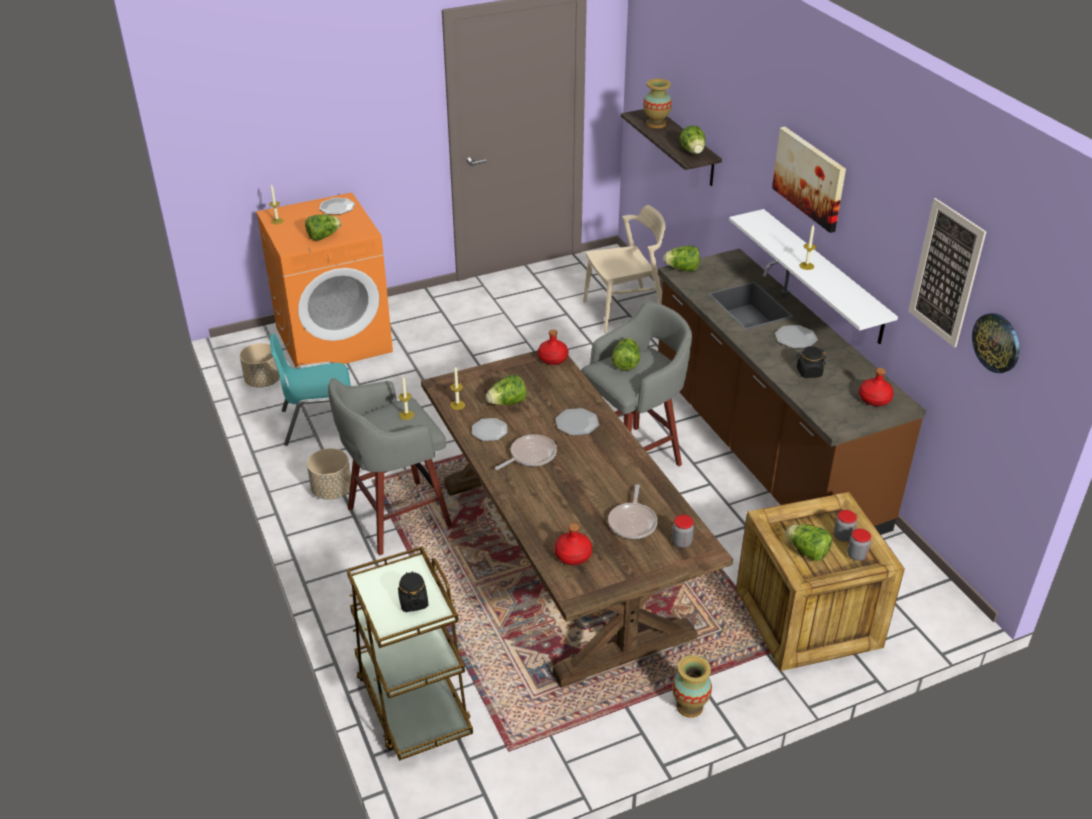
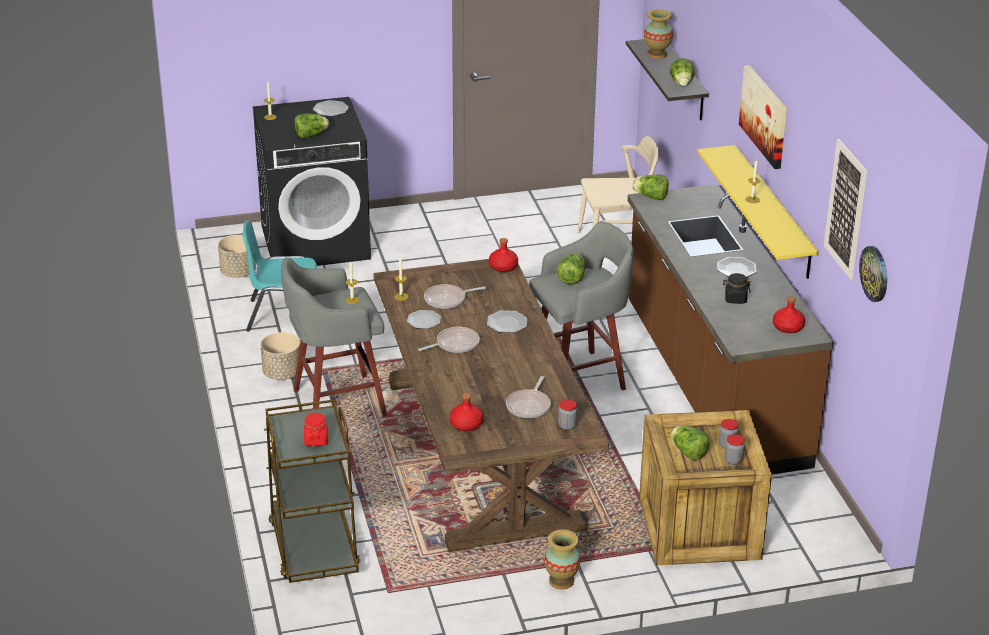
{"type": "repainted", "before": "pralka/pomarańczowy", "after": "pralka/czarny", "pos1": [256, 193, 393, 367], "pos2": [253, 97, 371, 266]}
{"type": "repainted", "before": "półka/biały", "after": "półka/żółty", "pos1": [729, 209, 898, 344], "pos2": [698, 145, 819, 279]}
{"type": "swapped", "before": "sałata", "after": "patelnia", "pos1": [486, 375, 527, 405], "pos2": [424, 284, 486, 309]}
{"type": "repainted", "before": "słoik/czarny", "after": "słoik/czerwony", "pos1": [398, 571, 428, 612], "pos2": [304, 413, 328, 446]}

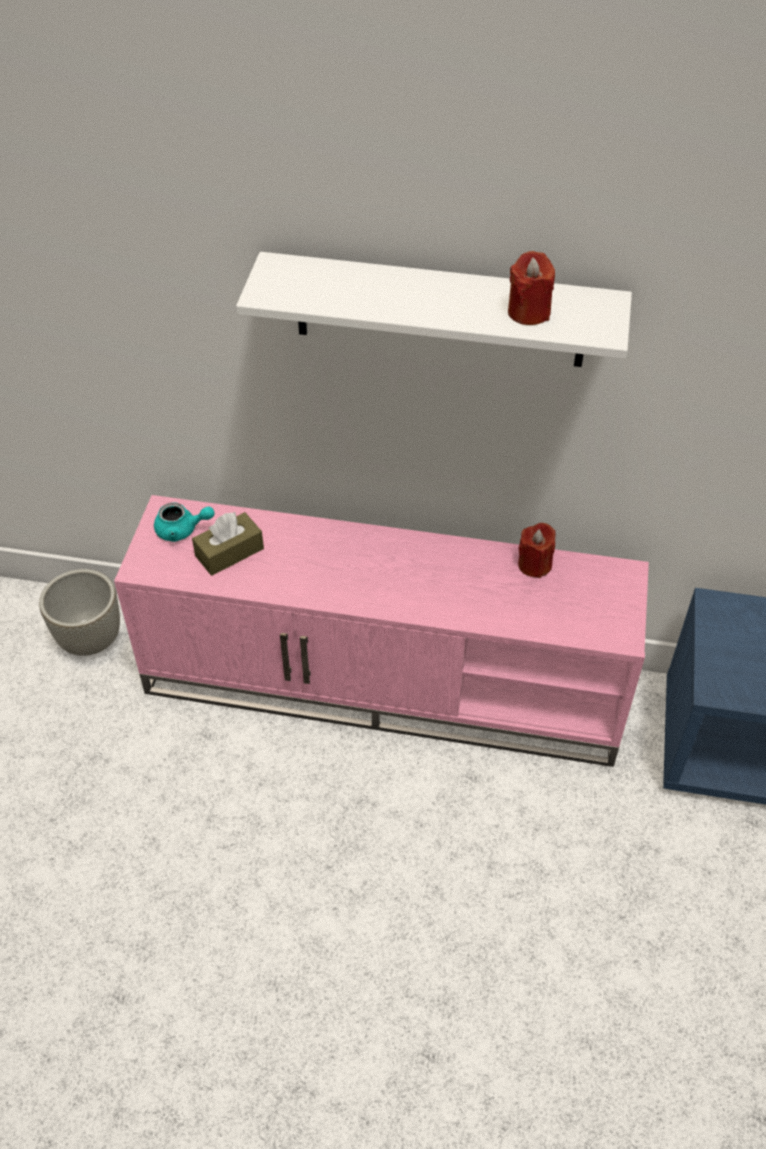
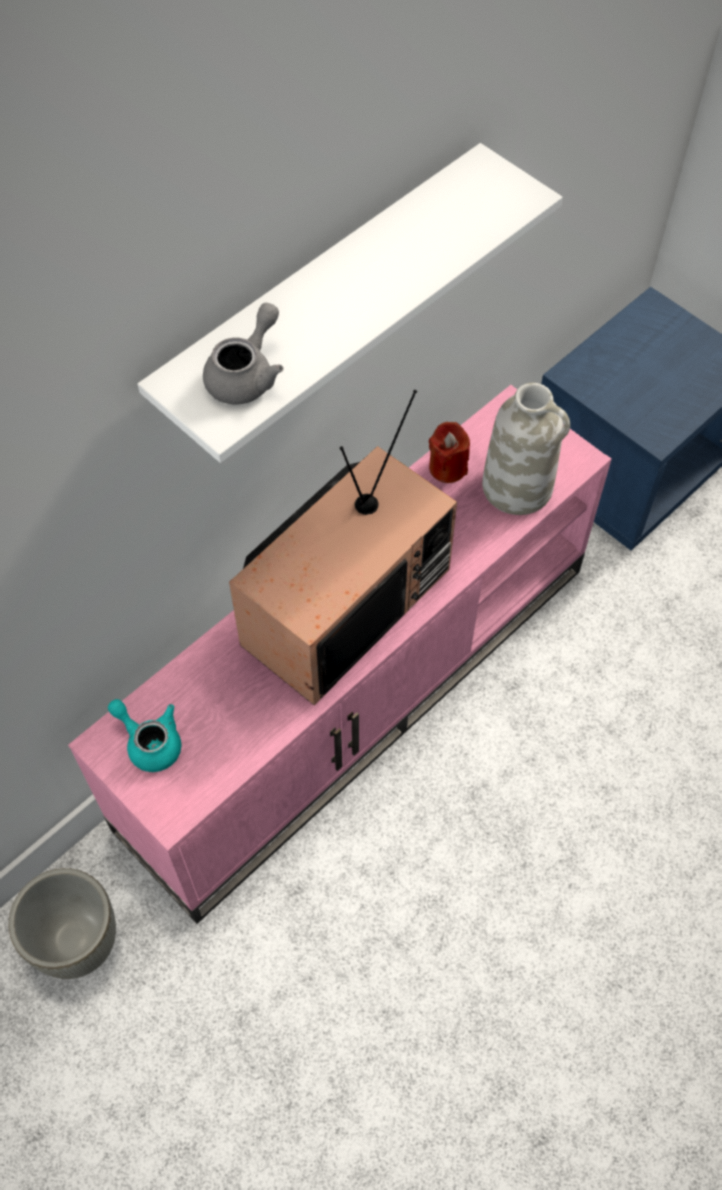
{"type": "gone", "before": "świeca/czerwony", "pos1": [508, 251, 555, 325]}
{"type": "rotated", "before": "imbryk/turkusowy", "pos1": [154, 502, 214, 542], "pos2": [108, 699, 181, 772], "turn": -90}
{"type": "gone", "before": "pudełko chusteczek/brązowy", "pos1": [192, 512, 264, 576]}
{"type": "new", "after": "imbryk/szary", "pos2": [203, 303, 284, 405]}
{"type": "new", "after": "wazon/biały", "pos2": [482, 383, 570, 515]}
{"type": "new", "after": "telewizor", "pos2": [229, 390, 457, 705]}

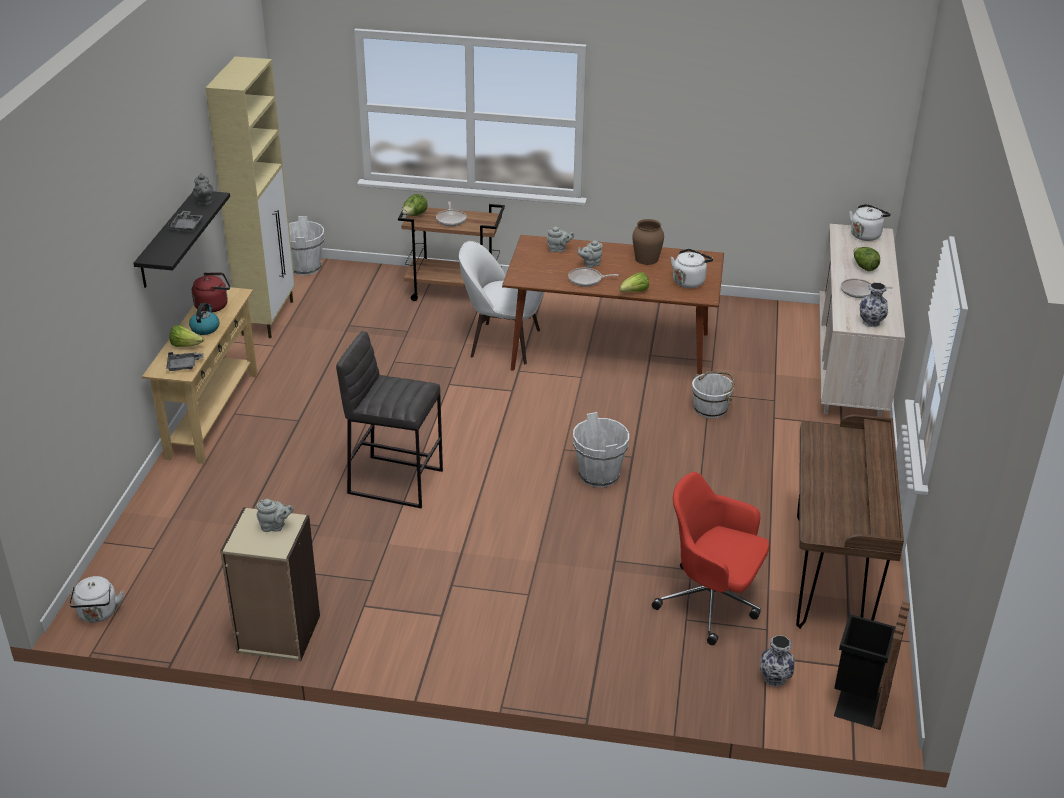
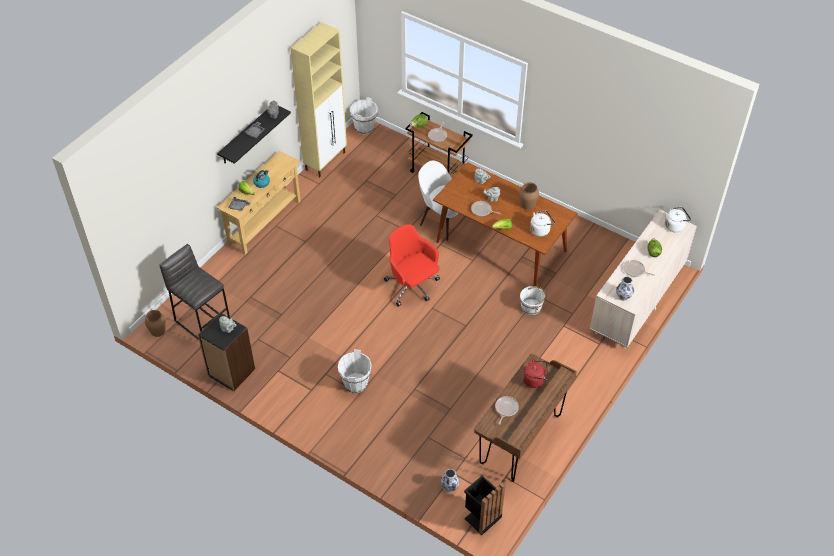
{"type": "shifted", "before": "czajnik/czerwony", "pos1": [192, 273, 230, 312], "pos2": [522, 359, 548, 388]}
{"type": "shifted", "before": "stołek/szary", "pos1": [336, 331, 443, 508], "pos2": [159, 244, 230, 340]}
{"type": "shifted", "before": "wiadro/biały", "pos1": [573, 412, 629, 487], "pos2": [338, 349, 372, 393]}
{"type": "shifted", "before": "krzesło biurowe/czerwony", "pos1": [652, 472, 769, 645], "pos2": [384, 224, 440, 307]}
{"type": "repainted", "before": "regał/beżowy", "after": "regał/czarny", "pos1": [220, 507, 320, 661], "pos2": [198, 312, 255, 391]}
{"type": "swapped", "before": "czajnik/biały", "after": "wazon/brązowy", "pos1": [69, 576, 124, 623], "pos2": [145, 310, 166, 337]}
{"type": "new", "after": "patelnia", "pos2": [495, 396, 519, 425]}

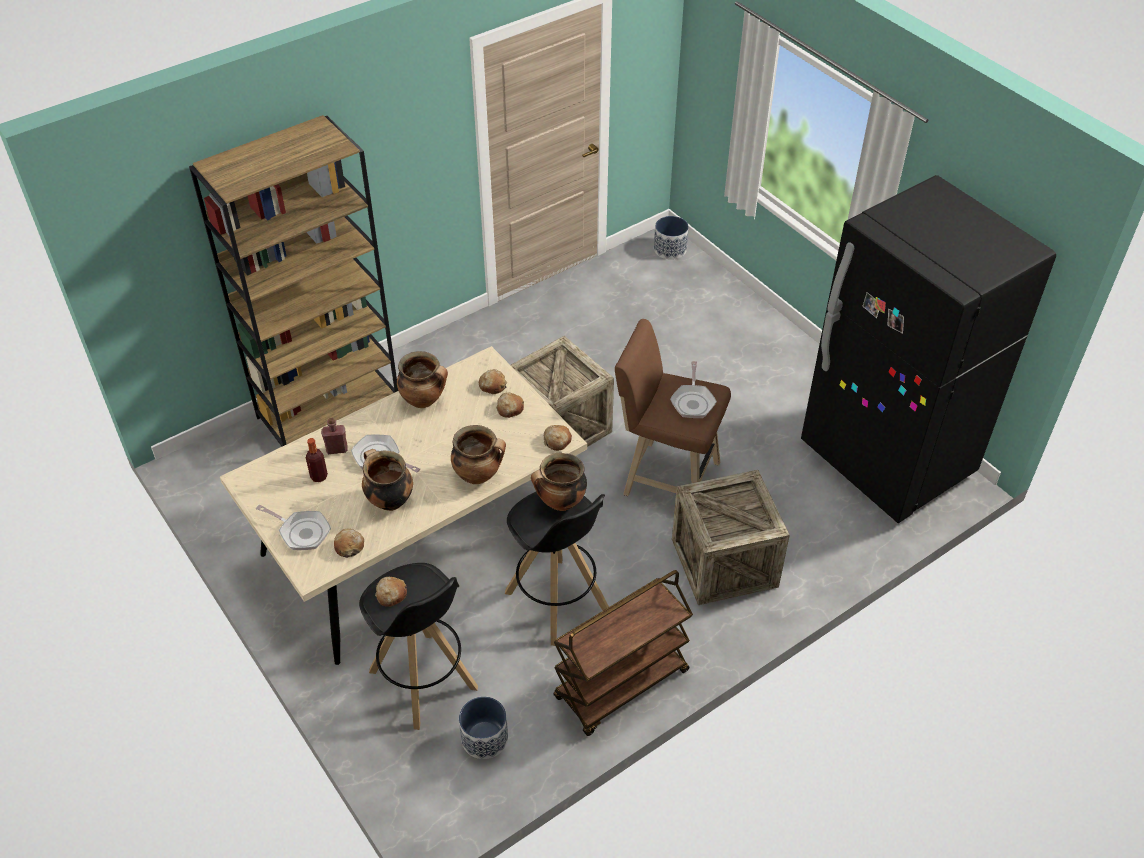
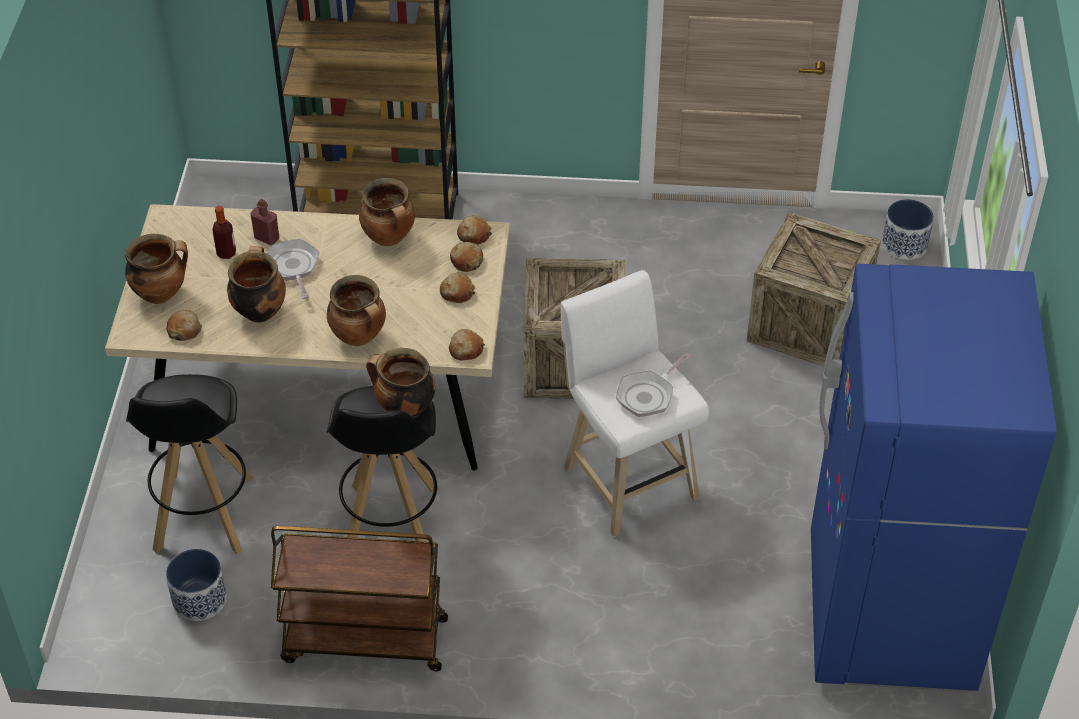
{"type": "repainted", "before": "lodówka/czarny", "after": "lodówka/niebieski", "pos1": [801, 175, 1056, 523], "pos2": [811, 263, 1056, 692]}
{"type": "repainted", "before": "stołek/brązowy", "after": "stołek/biały", "pos1": [615, 319, 731, 496], "pos2": [560, 270, 709, 537]}
{"type": "shifted", "before": "skrzynka", "pos1": [672, 470, 790, 605], "pos2": [747, 212, 881, 367]}
{"type": "swapped", "before": "patelnia", "after": "garnek", "pos1": [256, 504, 331, 550], "pos2": [125, 234, 188, 304]}
{"type": "shifted", "before": "chleb", "pos1": [375, 577, 407, 607], "pos2": [457, 215, 492, 245]}

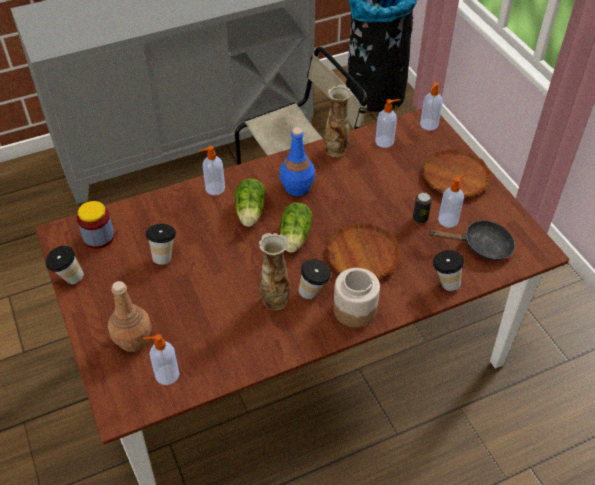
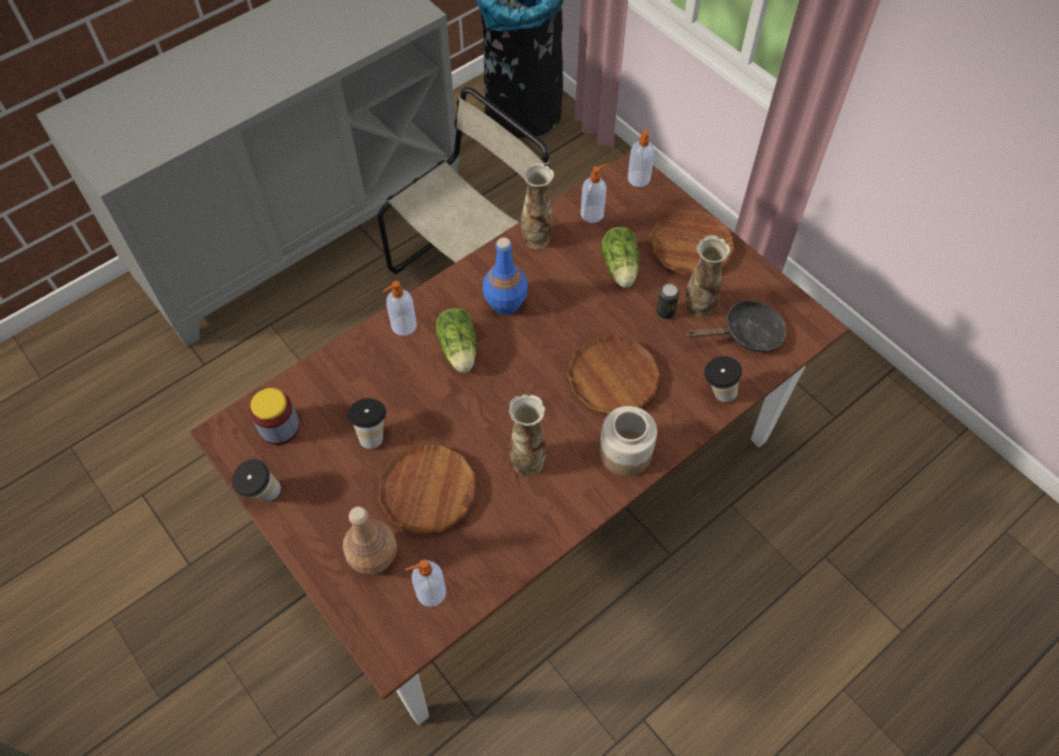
{"type": "swapped", "before": "dozownik mydła", "after": "wazon", "pos1": [438, 174, 466, 228], "pos2": [685, 235, 730, 318]}
{"type": "shifted", "before": "sałata", "pos1": [280, 203, 313, 253], "pos2": [601, 227, 639, 288]}
{"type": "gone", "before": "filiżanka", "pos1": [299, 259, 331, 299]}
{"type": "new", "after": "talerz/brązowy", "pos2": [378, 444, 476, 534]}

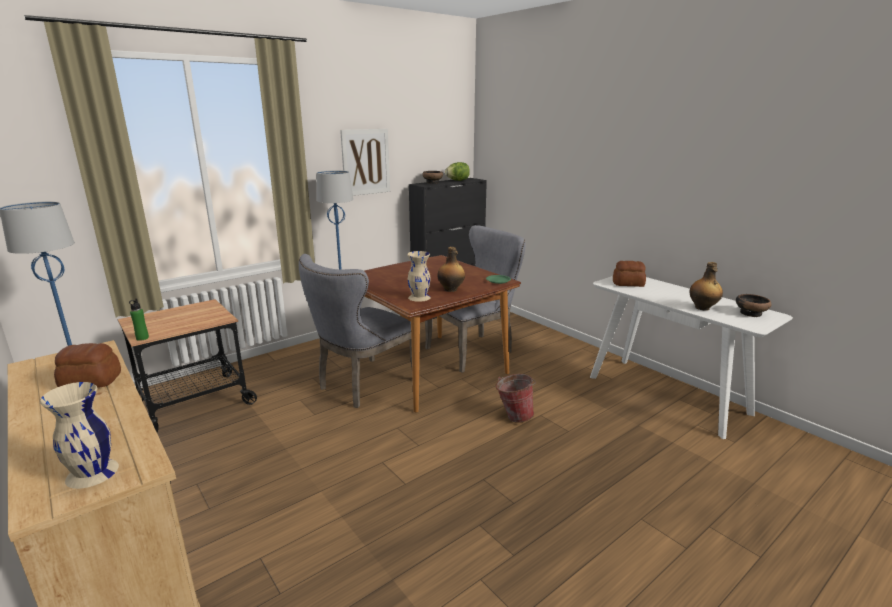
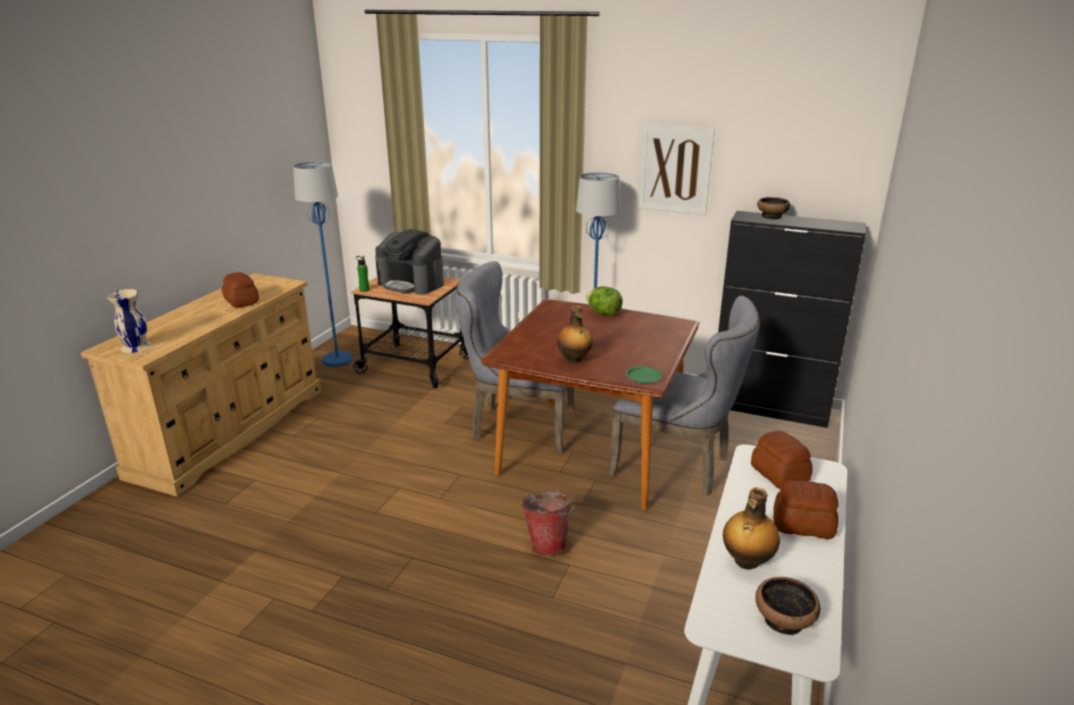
{"type": "shifted", "before": "sałata", "pos1": [445, 162, 470, 181], "pos2": [586, 286, 623, 316]}
{"type": "gone", "before": "wazon/beżowy", "pos1": [407, 251, 431, 302]}
{"type": "new", "after": "ekspres do kawy", "pos2": [375, 229, 444, 295]}
{"type": "new", "after": "chleb", "pos2": [773, 480, 838, 539]}

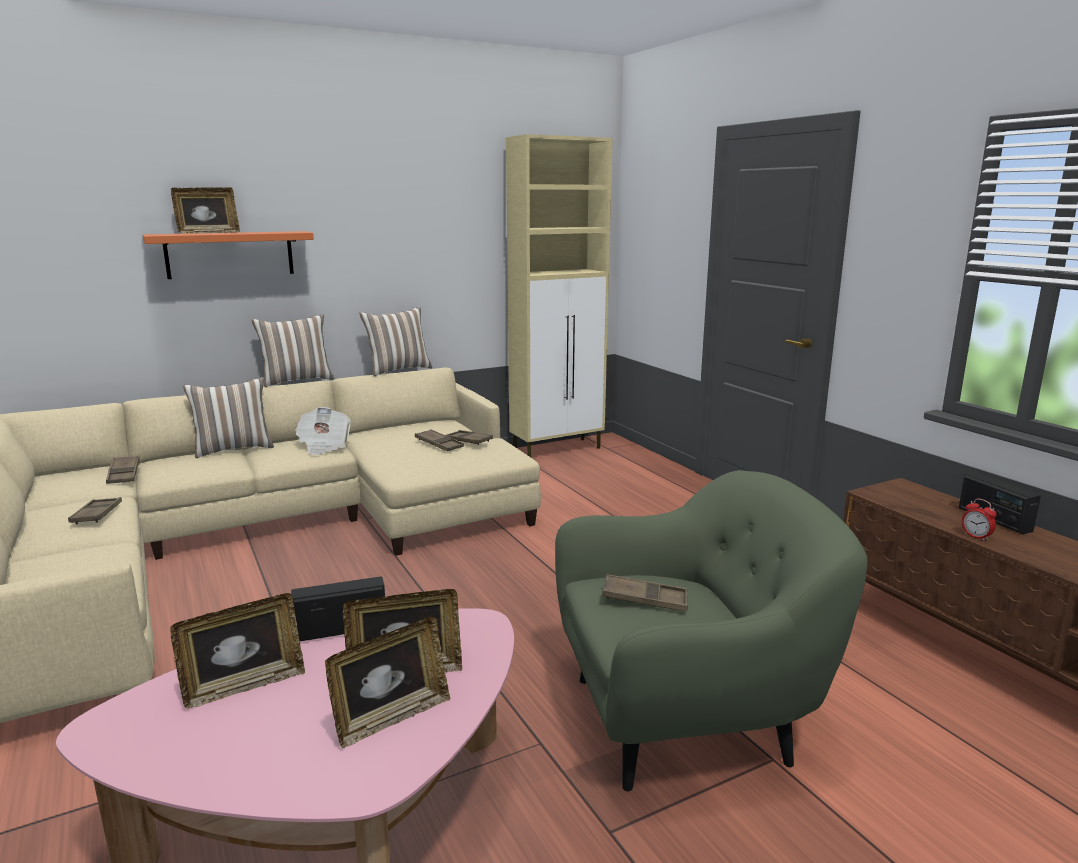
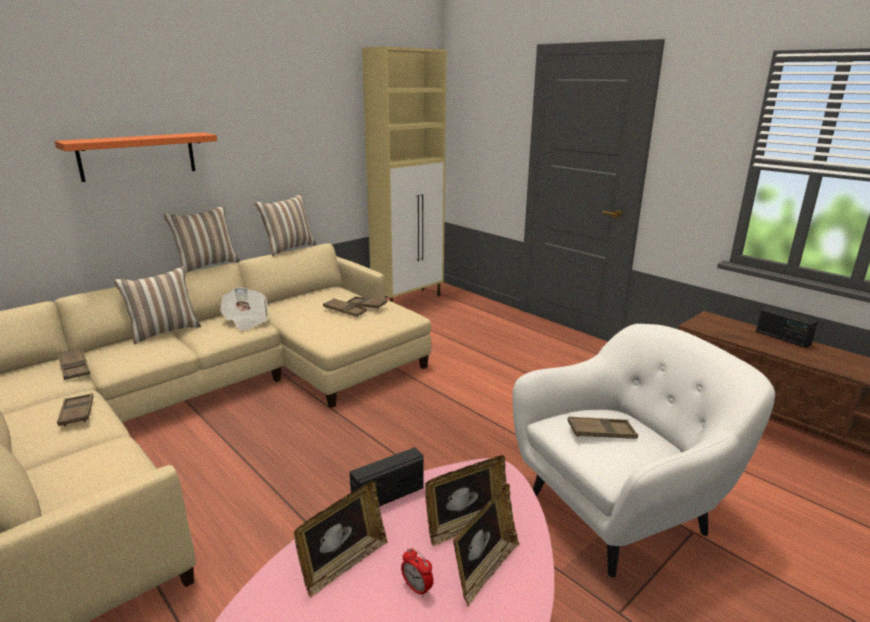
{"type": "gone", "before": "ramka na zdjęcie", "pos1": [171, 187, 240, 234]}
{"type": "repainted", "before": "fotel/zielony", "after": "fotel/biały", "pos1": [555, 470, 868, 791], "pos2": [512, 324, 775, 578]}
{"type": "shifted", "before": "budzik", "pos1": [962, 499, 997, 541], "pos2": [401, 548, 434, 597]}

